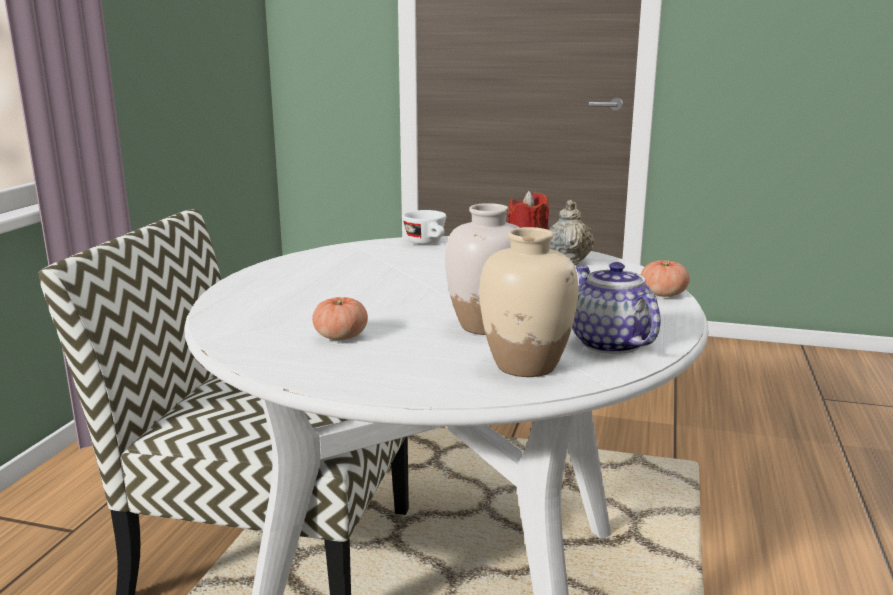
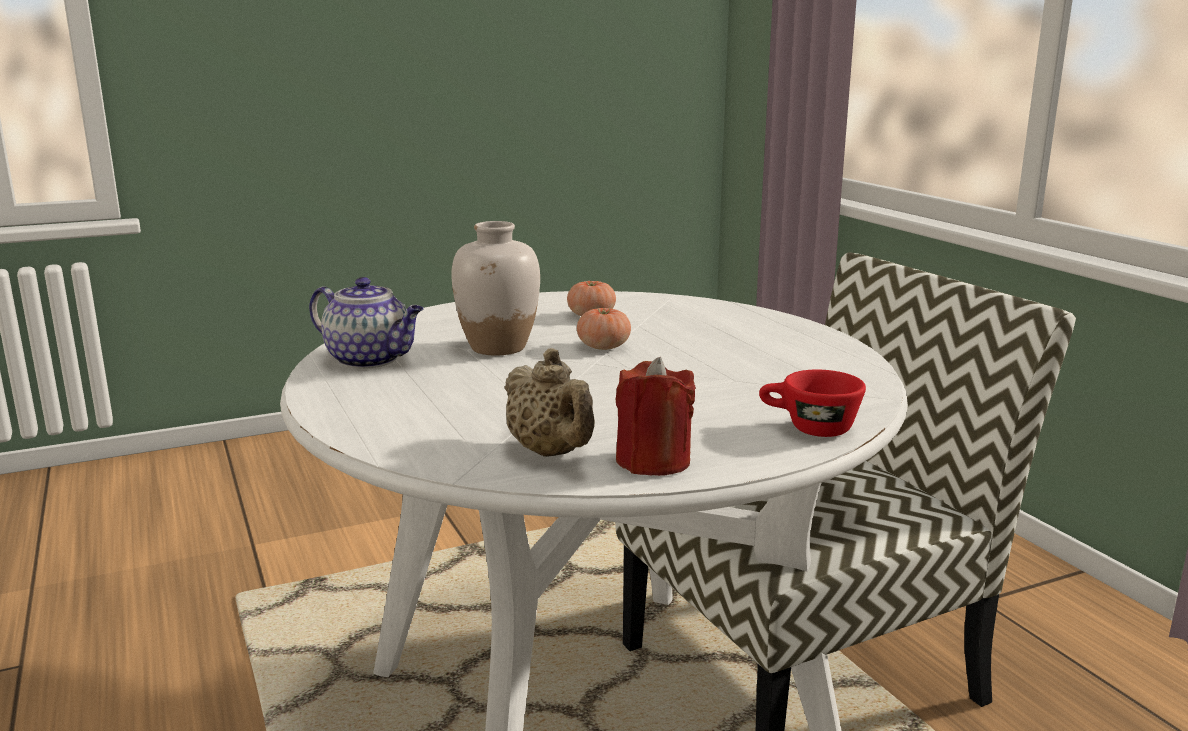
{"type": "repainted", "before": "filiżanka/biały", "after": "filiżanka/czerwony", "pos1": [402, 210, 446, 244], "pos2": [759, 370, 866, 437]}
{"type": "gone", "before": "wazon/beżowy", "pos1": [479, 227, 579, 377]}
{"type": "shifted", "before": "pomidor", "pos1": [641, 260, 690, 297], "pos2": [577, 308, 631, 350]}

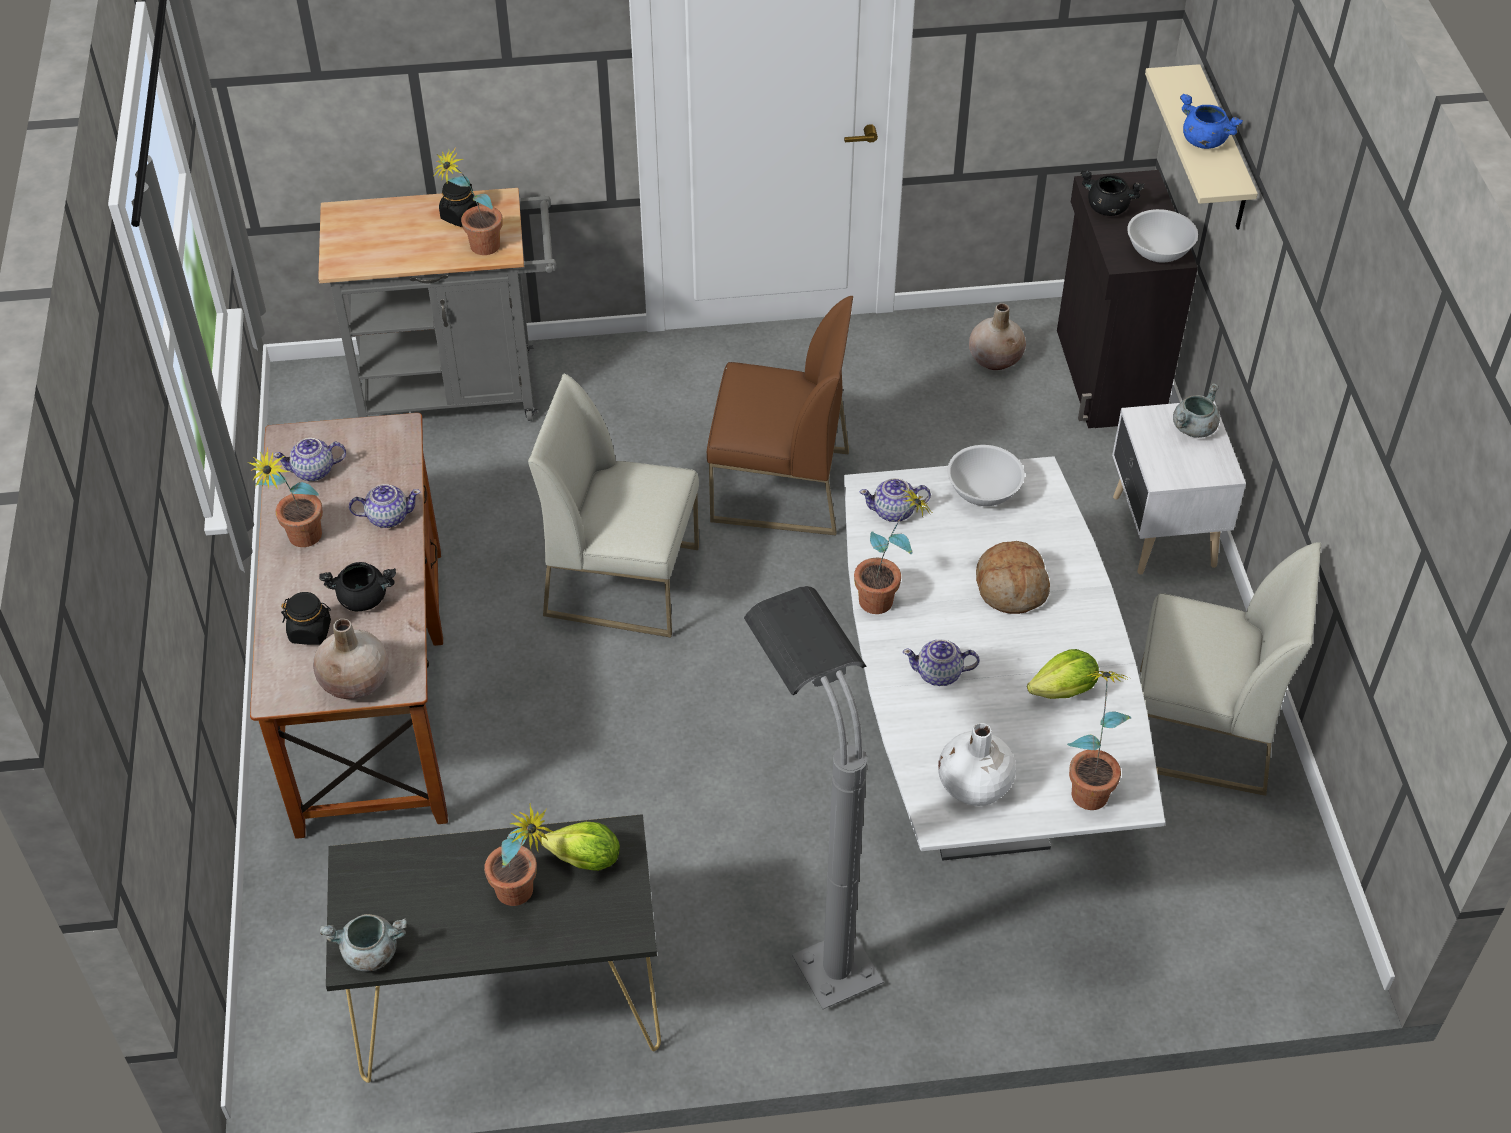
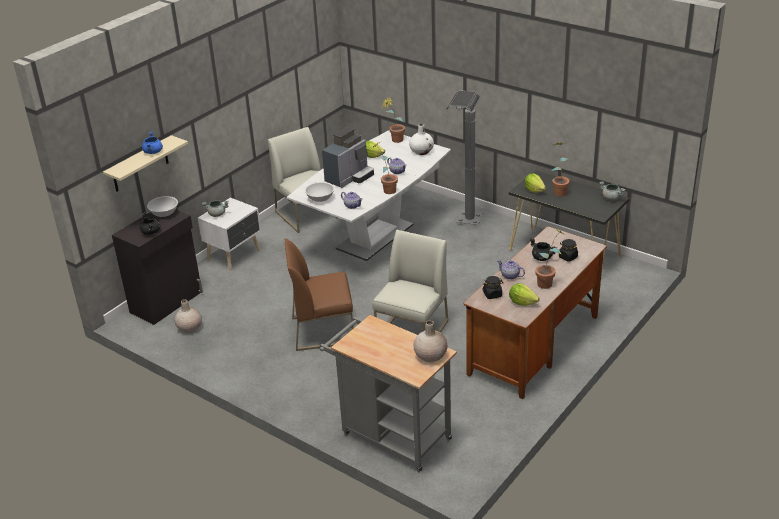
{"type": "gone", "before": "roślina doniczkowa", "pos1": [434, 147, 503, 255]}
{"type": "shifted", "before": "słoik/czarny", "pos1": [439, 181, 479, 227], "pos2": [482, 276, 503, 299]}
{"type": "rotated", "before": "krzesło/brązowy", "pos1": [707, 296, 853, 535], "pos2": [284, 239, 353, 351], "turn": -60}
{"type": "rotated", "before": "krzesło/biały", "pos1": [528, 373, 699, 638], "pos2": [372, 230, 448, 332], "turn": -120}
{"type": "swapped", "before": "imbryk", "after": "sałata", "pos1": [273, 438, 346, 481], "pos2": [509, 283, 540, 306]}
{"type": "swapped", "before": "chleb", "after": "ekspres do kawy", "pos1": [976, 541, 1050, 614], "pos2": [322, 127, 374, 188]}
{"type": "shifted", "before": "wazon/beżowy", "pos1": [313, 619, 388, 699], "pos2": [413, 320, 447, 362]}

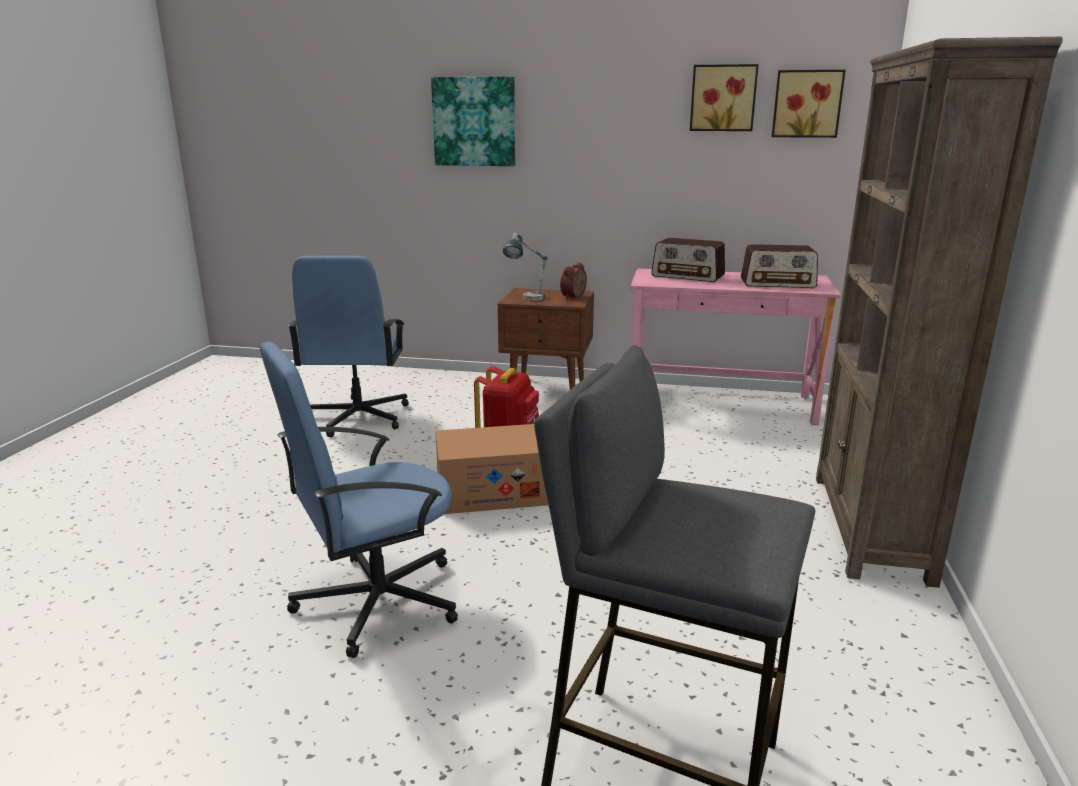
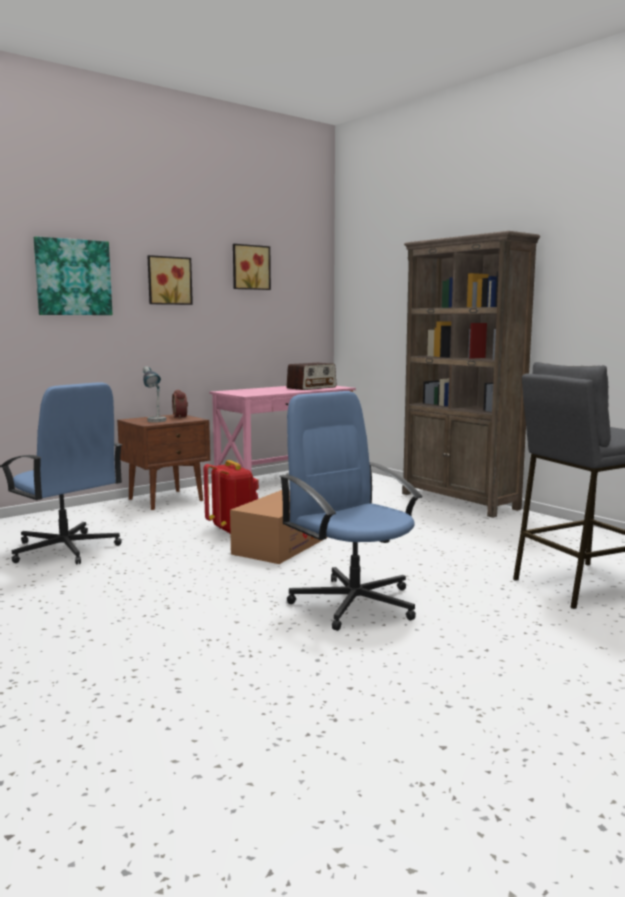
{"type": "shifted", "before": "obraz", "pos1": [772, 70, 846, 138], "pos2": [147, 255, 193, 305]}
{"type": "gone", "before": "radio", "pos1": [651, 238, 725, 282]}
{"type": "rotated", "before": "krzesło biurowe/niebieski", "pos1": [260, 342, 458, 658], "pos2": [280, 391, 422, 631], "turn": 135}

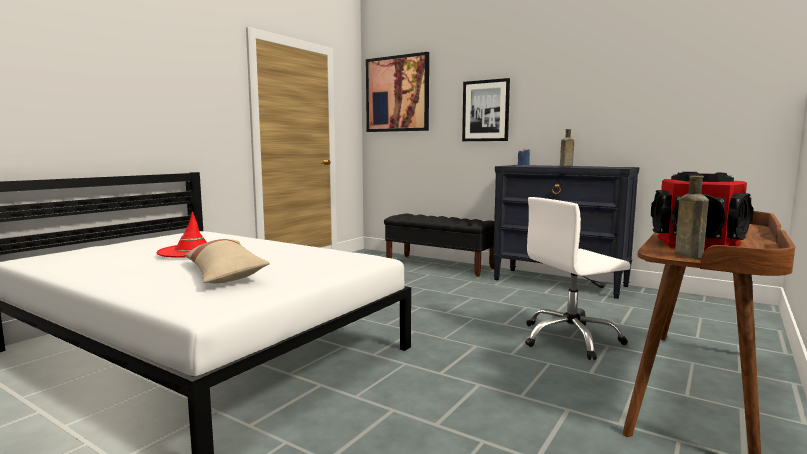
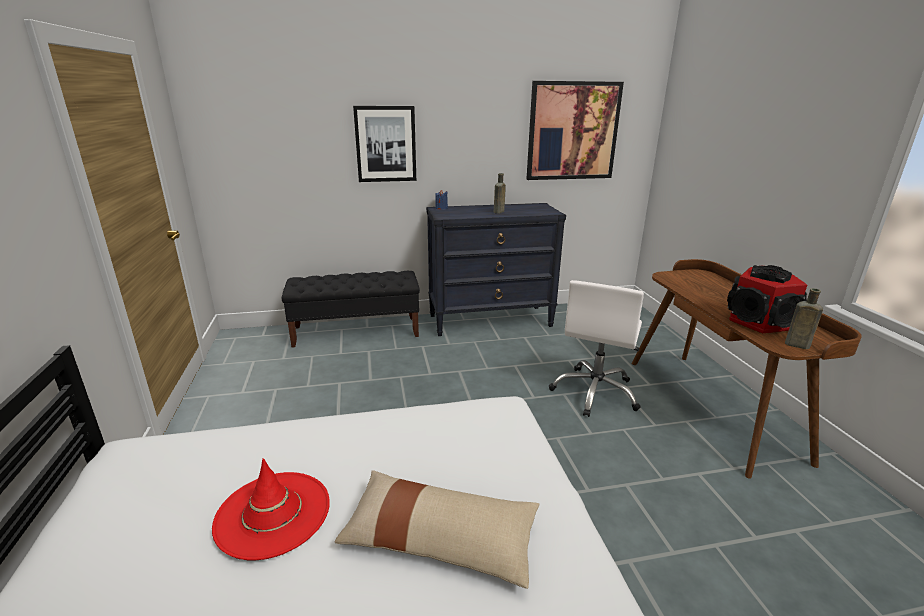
{"type": "shifted", "before": "obraz", "pos1": [366, 52, 429, 132], "pos2": [527, 81, 624, 180]}

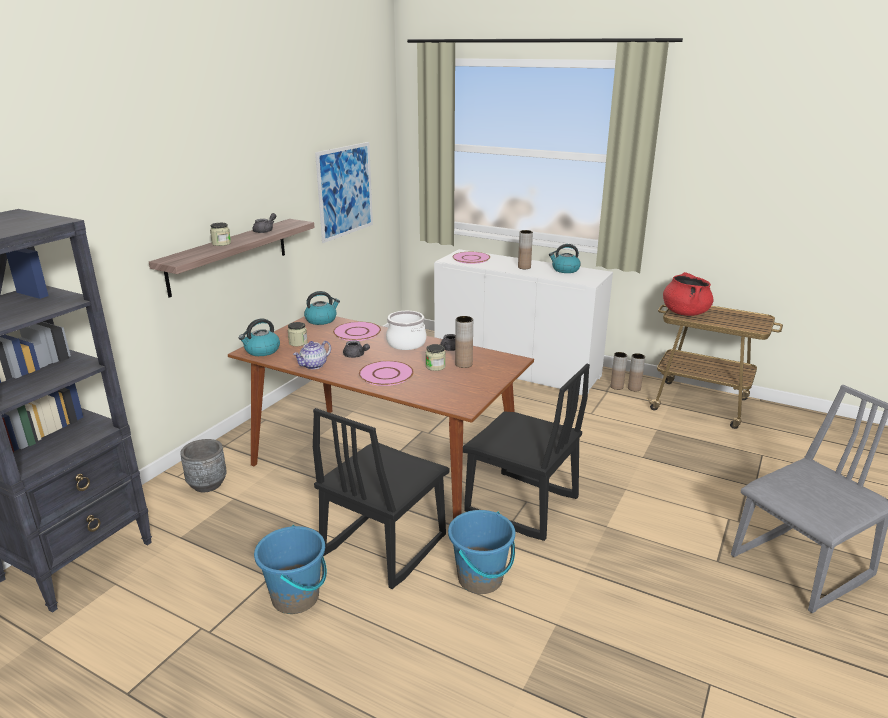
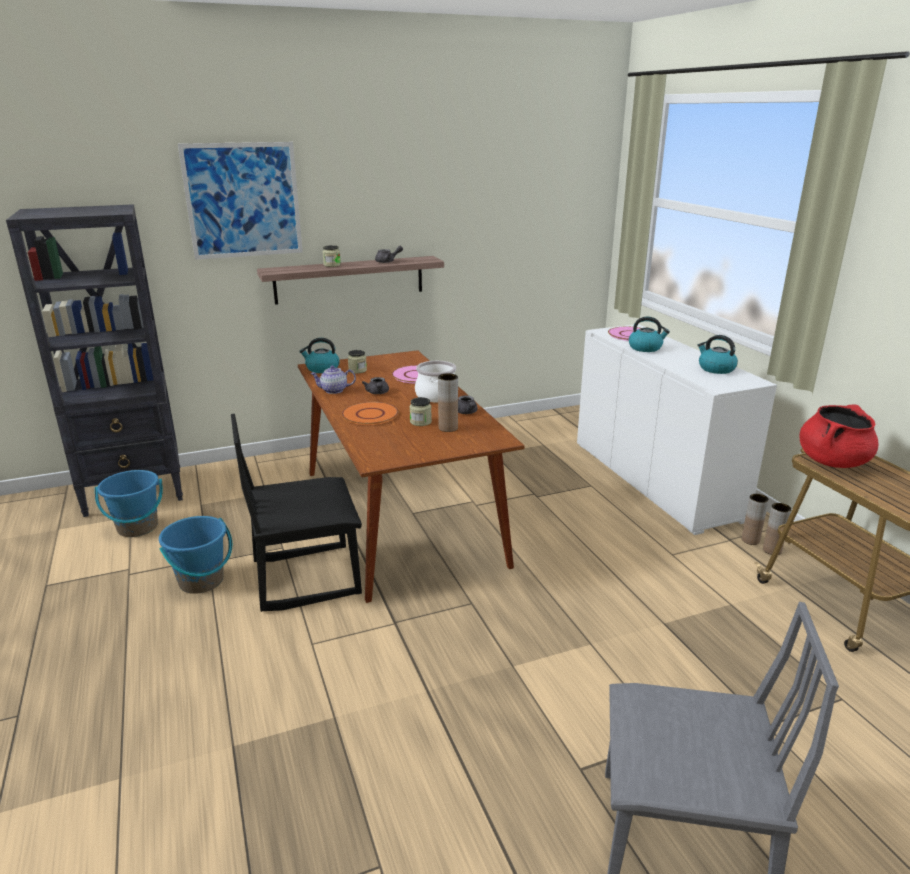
{"type": "shifted", "before": "obraz", "pos1": [315, 142, 373, 243], "pos2": [178, 142, 303, 260]}
{"type": "gone", "before": "wazon/brązowy", "pos1": [518, 230, 533, 269]}
{"type": "shifted", "before": "czajnik", "pos1": [304, 291, 340, 325], "pos2": [629, 317, 670, 352]}
{"type": "repainted", "before": "talerz/różowy", "after": "talerz/pomarańczowy", "pos1": [359, 361, 414, 386], "pos2": [342, 402, 399, 425]}
{"type": "gone", "before": "krzesło/czarny", "pos1": [463, 364, 590, 541]}
{"type": "gone", "before": "donica/szary", "pos1": [180, 439, 227, 492]}
{"type": "shifted", "before": "wiadro/niebieski", "pos1": [448, 510, 515, 594], "pos2": [95, 470, 163, 537]}

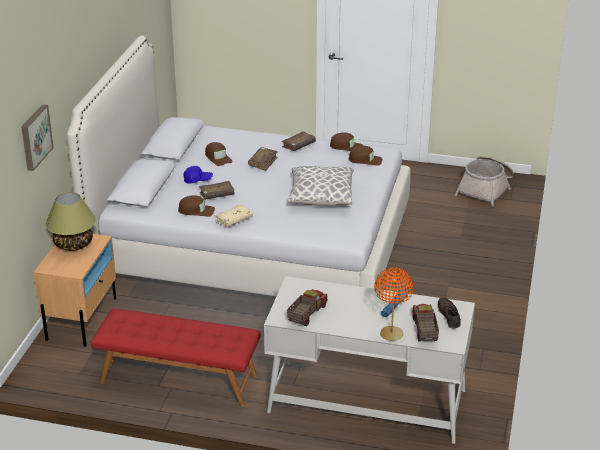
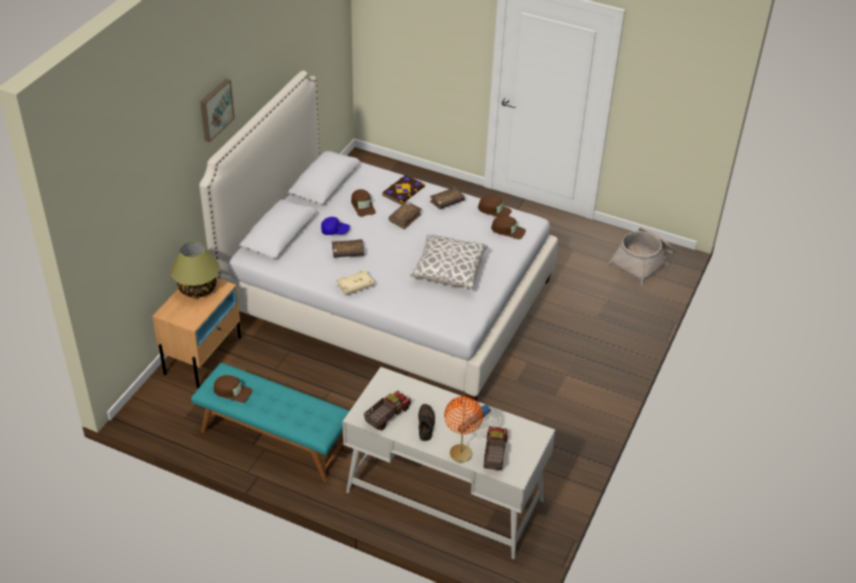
{"type": "shifted", "before": "obraz", "pos1": [21, 104, 54, 171], "pos2": [200, 79, 235, 142]}
{"type": "shifted", "before": "czapka z daszkiem/brązowy", "pos1": [178, 195, 215, 217], "pos2": [213, 375, 252, 403]}
{"type": "shifted", "before": "but/brązowy", "pos1": [438, 297, 461, 329], "pos2": [418, 404, 435, 441]}
{"type": "repainted", "before": "ławka/czerwony", "after": "ławka/turkusowy", "pos1": [91, 308, 261, 407], "pos2": [191, 363, 349, 482]}
{"type": "new", "after": "książka", "pos2": [382, 175, 425, 205]}

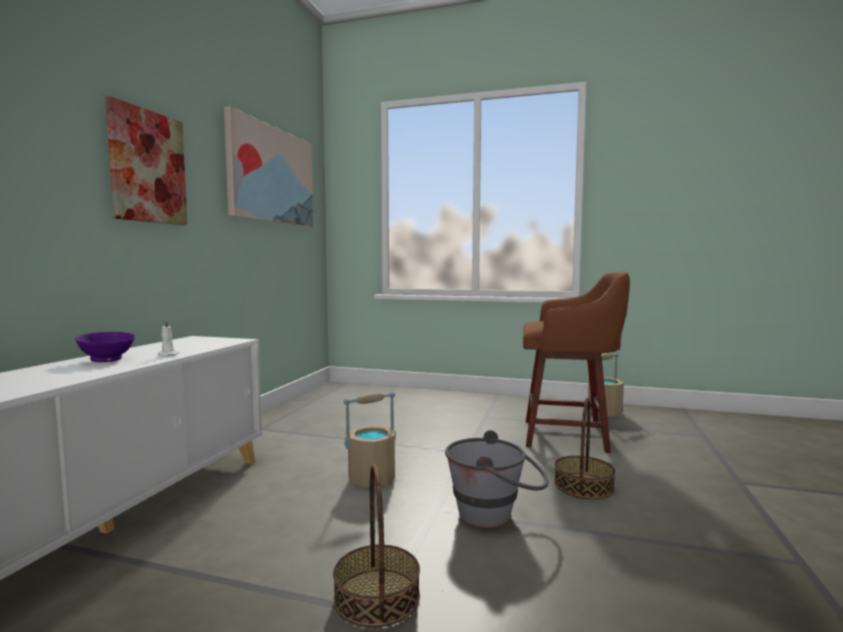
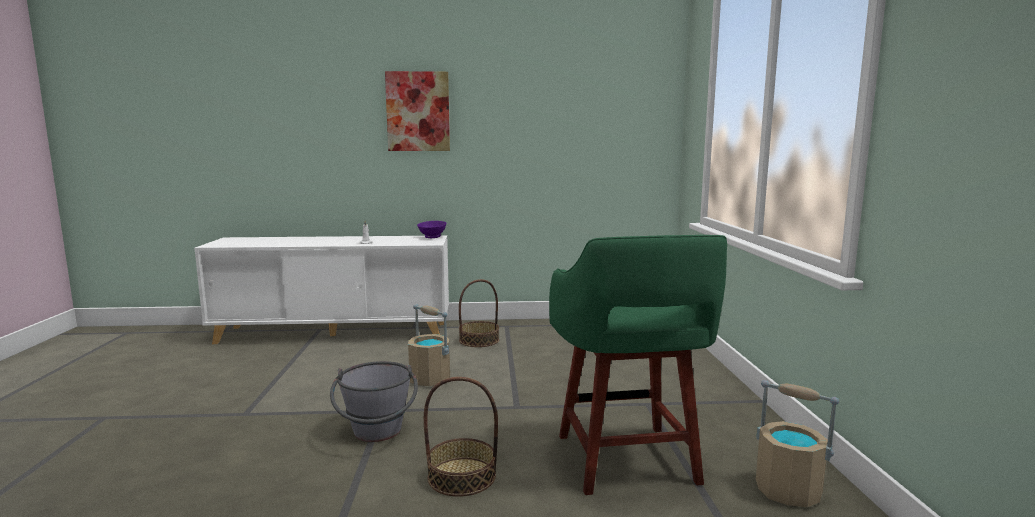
{"type": "gone", "before": "obraz", "pos1": [224, 106, 313, 227]}
{"type": "repainted", "before": "stołek/brązowy", "after": "stołek/zielony", "pos1": [523, 272, 630, 453], "pos2": [549, 235, 727, 495]}
{"type": "shifted", "before": "miska/fioletowy", "pos1": [75, 332, 135, 362], "pos2": [417, 221, 446, 238]}
{"type": "shifted", "before": "koszyk", "pos1": [333, 464, 420, 628], "pos2": [459, 279, 499, 347]}

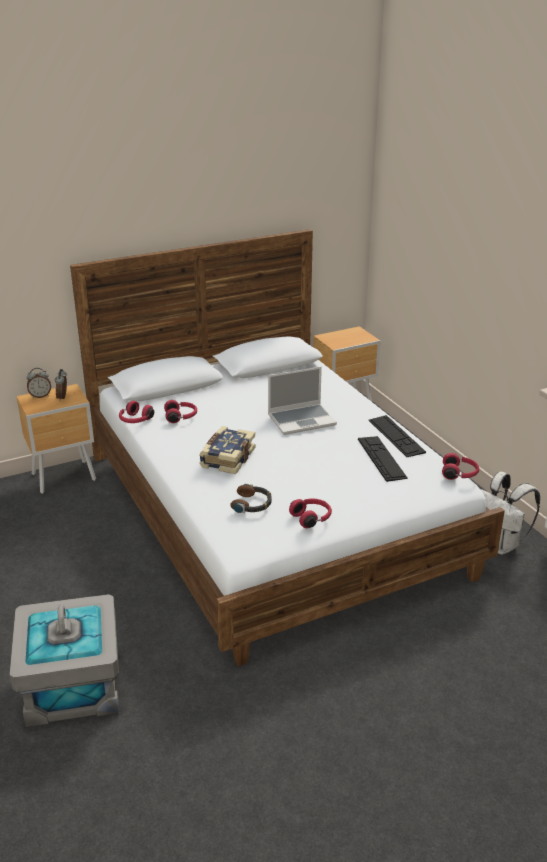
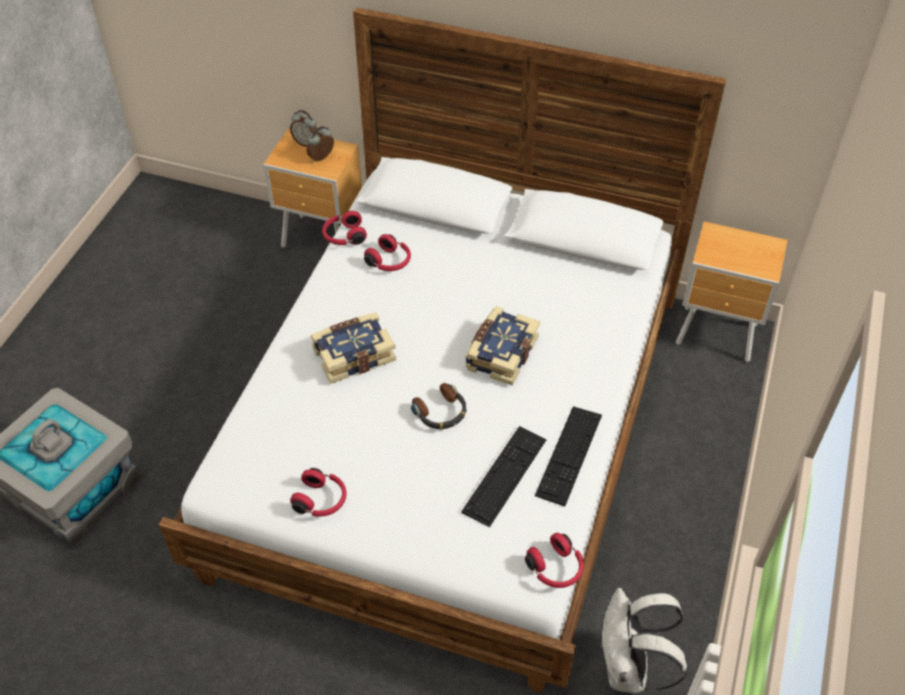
{"type": "swapped", "before": "laptop", "after": "książka", "pos1": [268, 367, 337, 435], "pos2": [465, 306, 540, 386]}
{"type": "shifted", "before": "słuchawki", "pos1": [230, 484, 272, 513], "pos2": [411, 383, 467, 430]}

